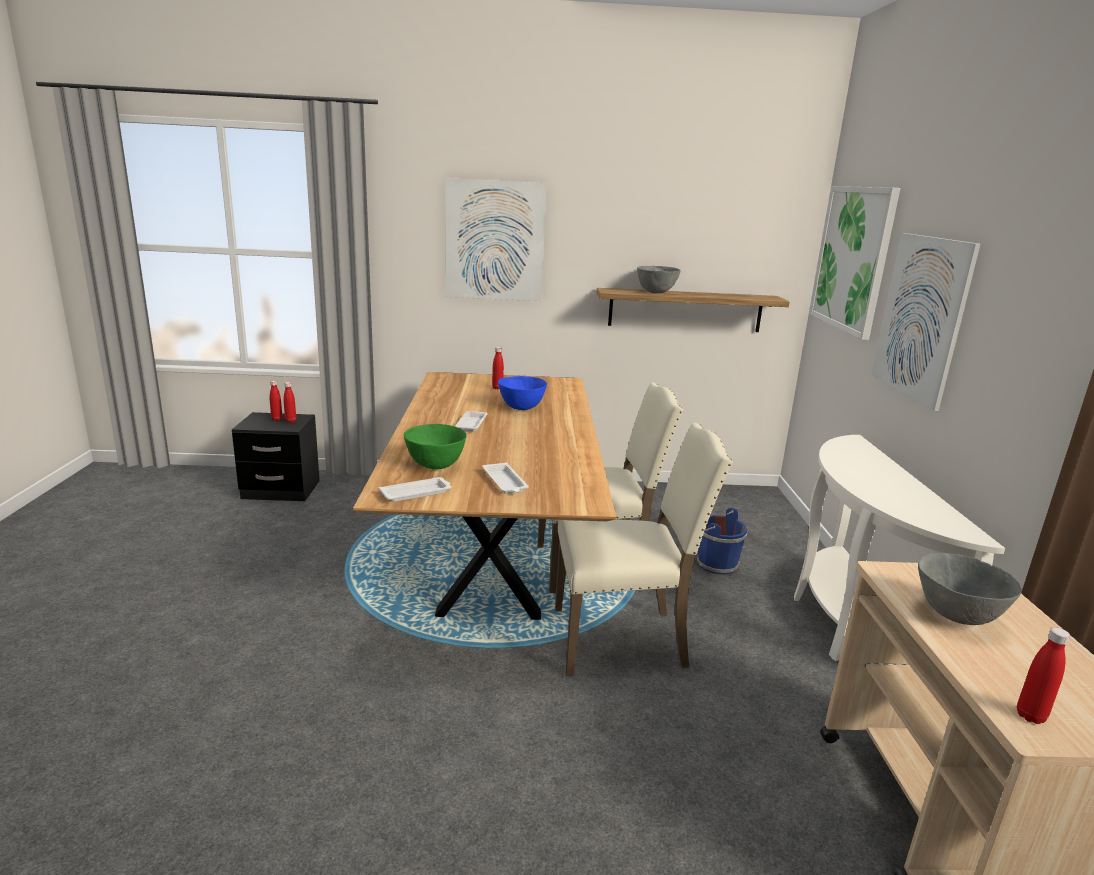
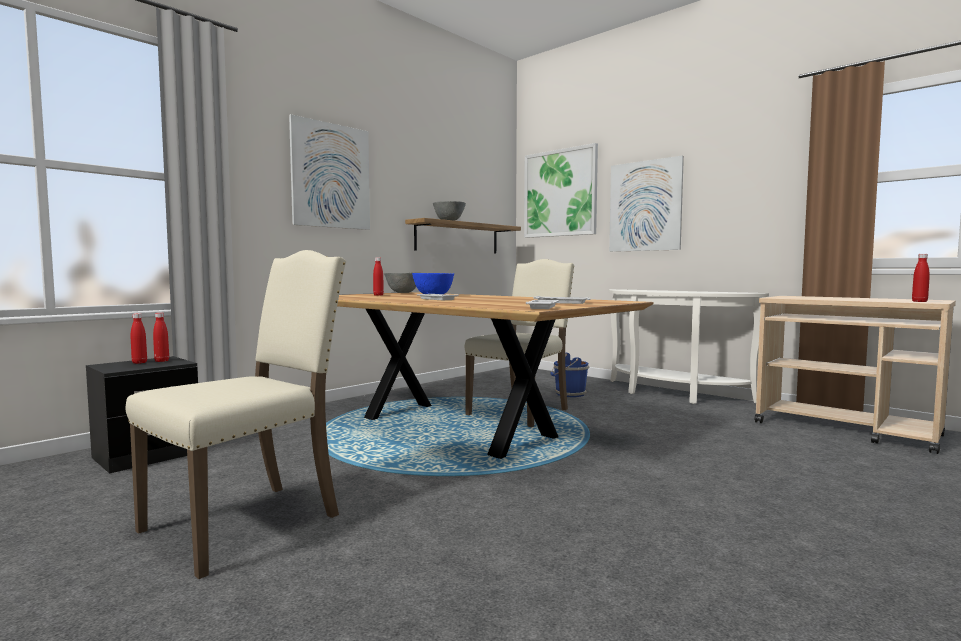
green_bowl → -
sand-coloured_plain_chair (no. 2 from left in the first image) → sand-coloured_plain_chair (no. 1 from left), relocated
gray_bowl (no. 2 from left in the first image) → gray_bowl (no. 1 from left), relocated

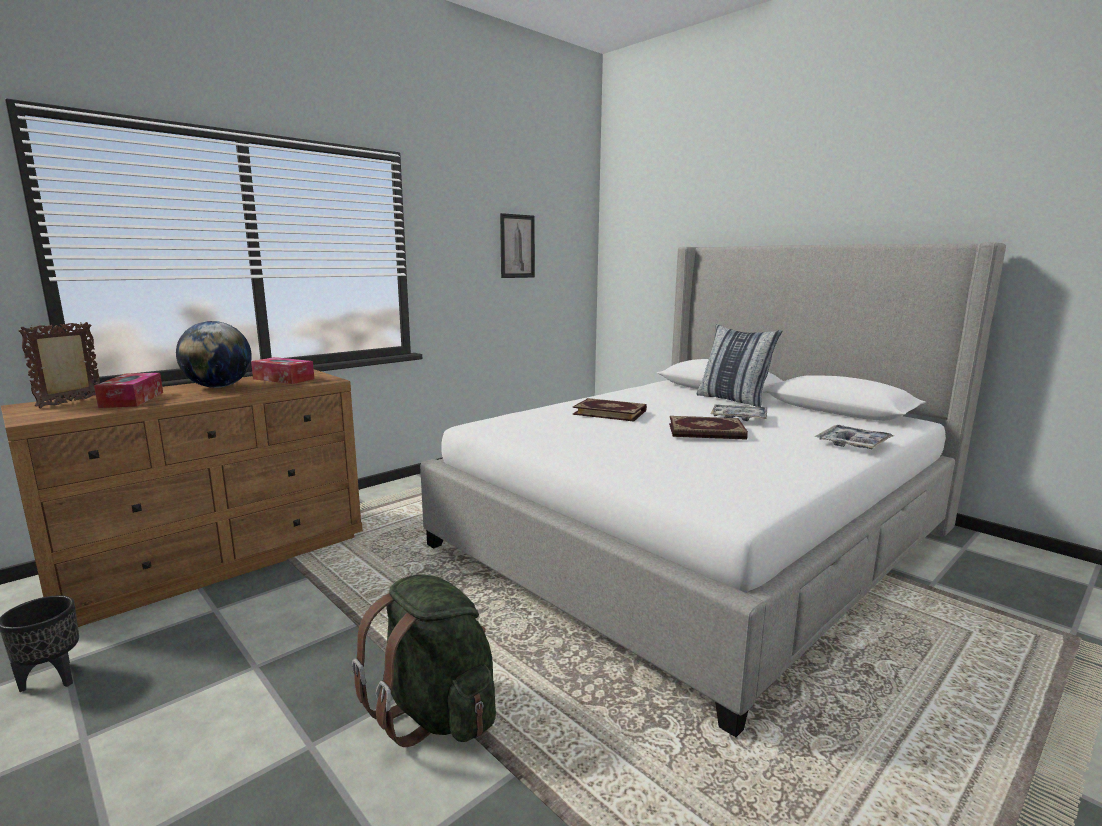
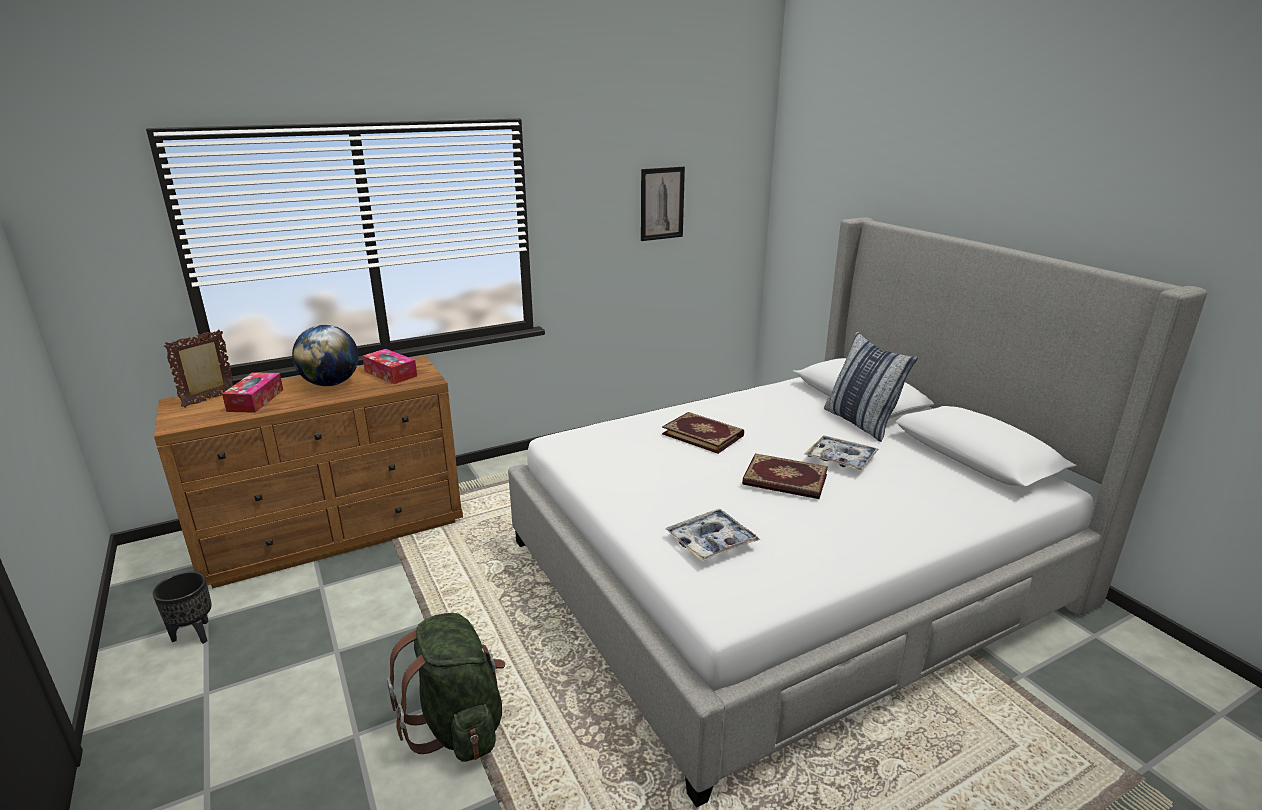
carrying_tray (no. 2 from left in the first image) → carrying_tray (no. 1 from left), relocated

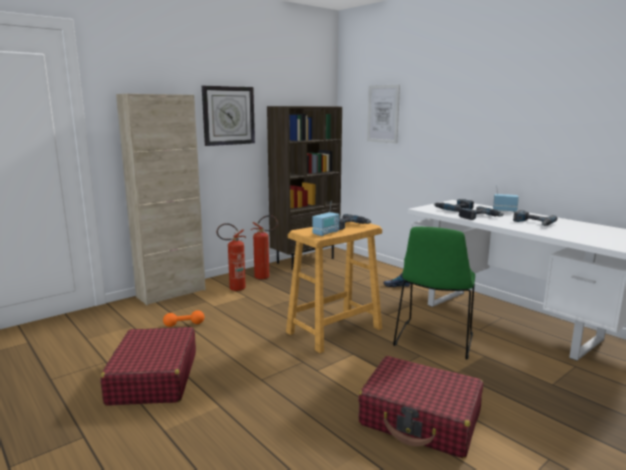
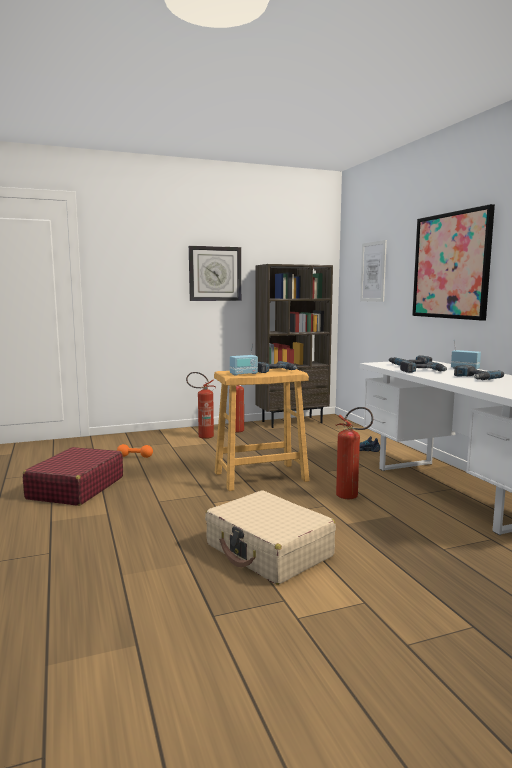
sand-coloured_cupboard → -
red-coloured_piece_of_luggage (no. 2 from left) → sand-coloured_piece_of_luggage
green_plain_chair → extinguisher (no. 3 from left)
- → picture (no. 2 from left)

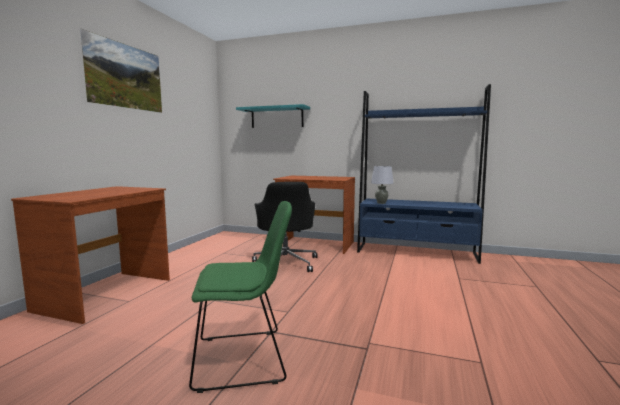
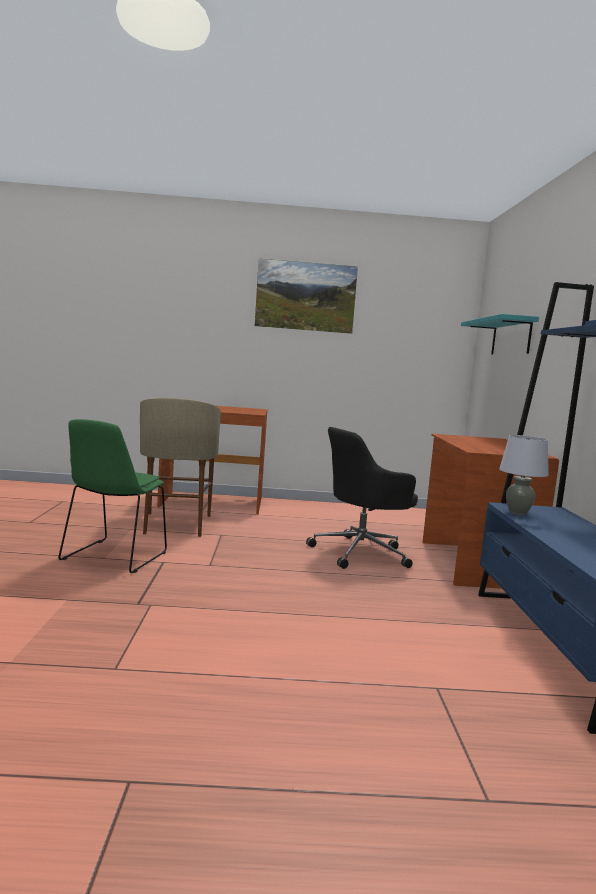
green_plain_chair, 45 degrees clockwise
- → sand-coloured_sitting_stool

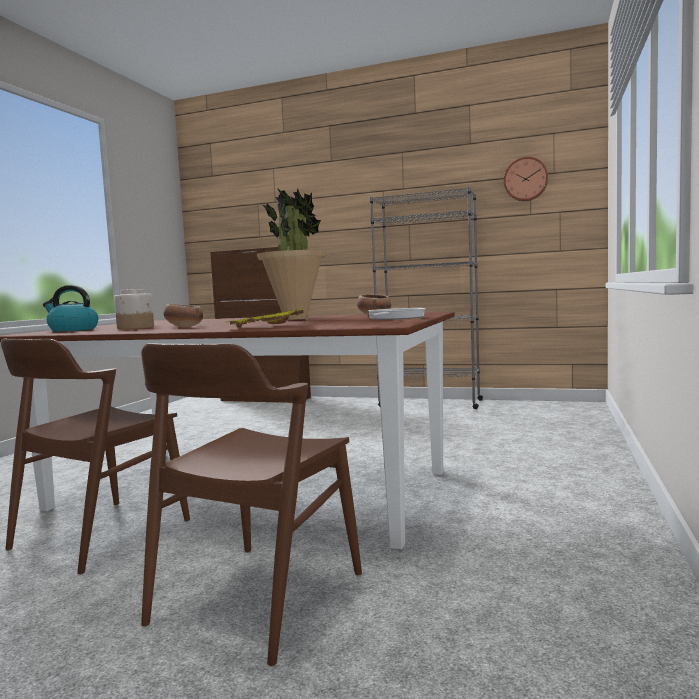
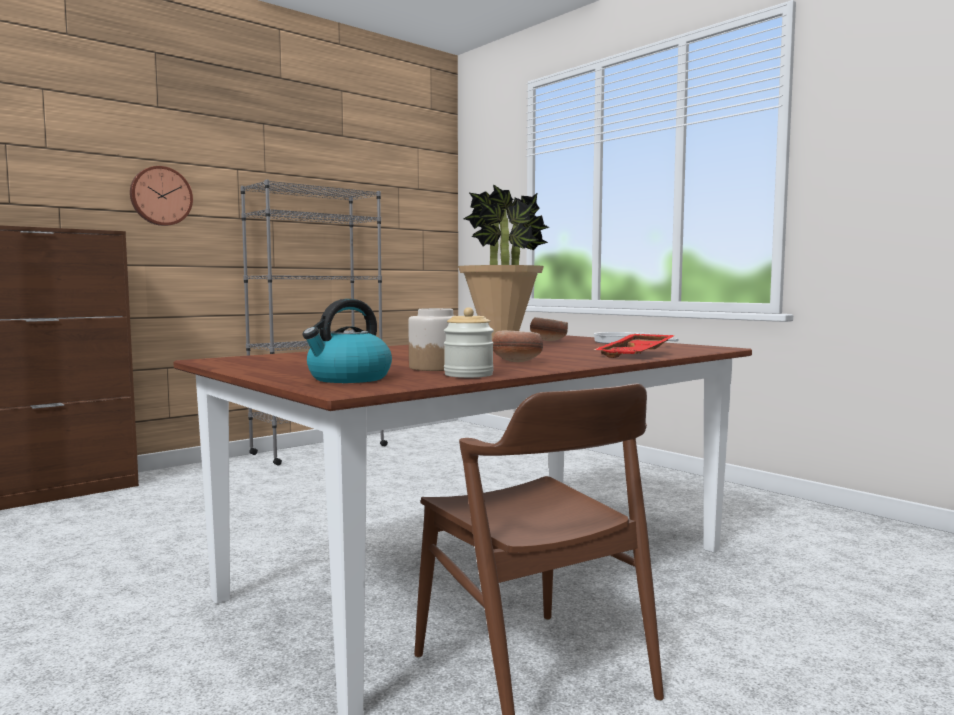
brown_plain_chair (no. 2 from left) → -
yellow-coloured_carrying_tray → red-coloured_carrying_tray
hanging_clock, relocated
- → storage_jar (no. 2 from left)

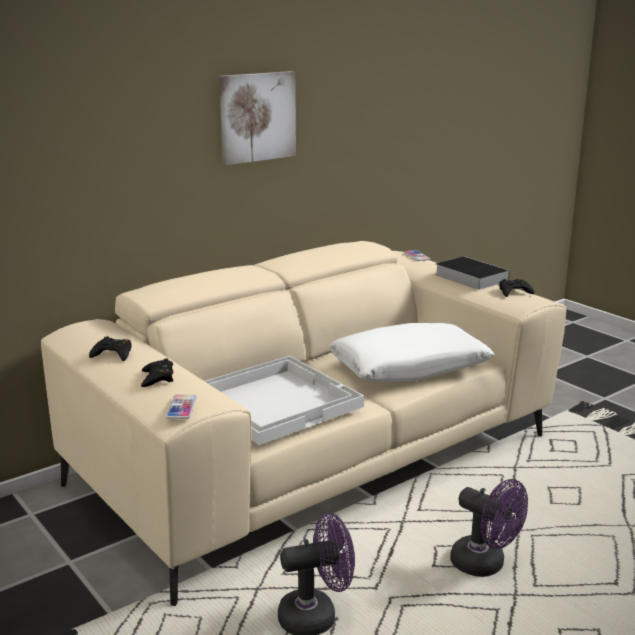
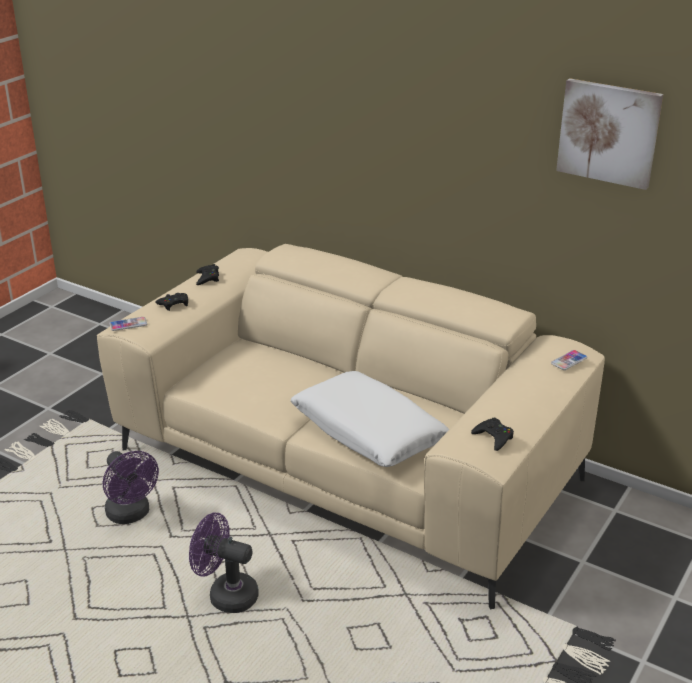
white-coloured_carrying_tray → -
picture, relocated
book → -
purple_cooling_fan (no. 2 from left), 90 degrees clockwise

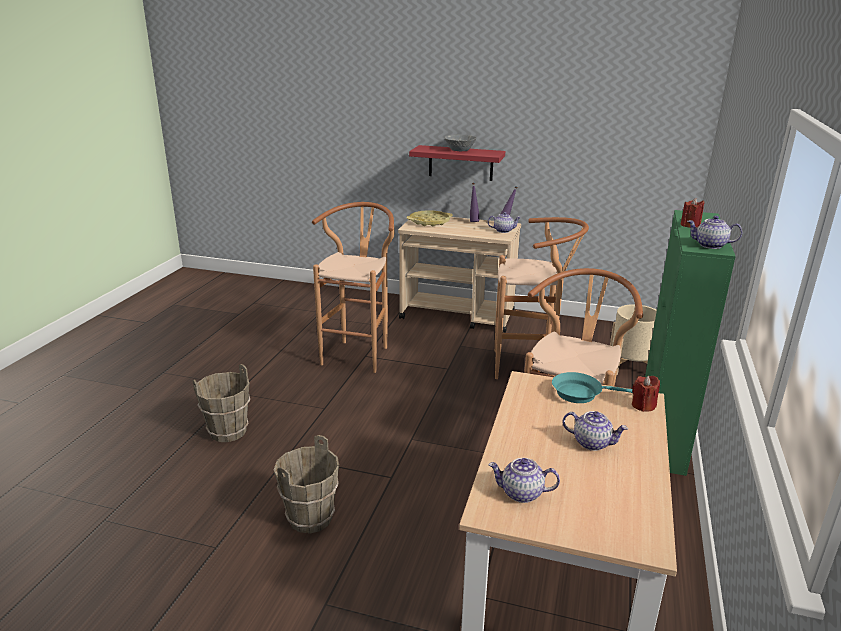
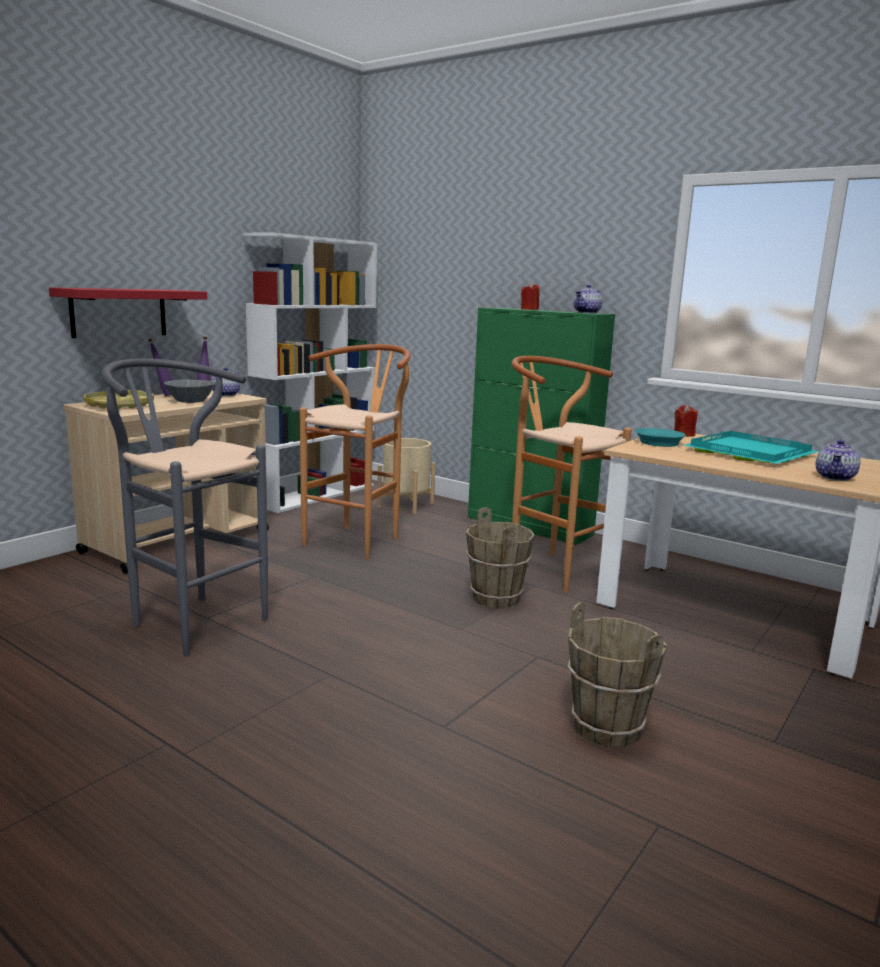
brown_bucket (no. 1 from left), relocated
brown_sitting_stool (no. 1 from left) → gray_sitting_stool
gray_bowl, relocated
tea_pot (no. 3 from left) → turquoise-coloured_carrying_tray
- → white-coloured_bookcase

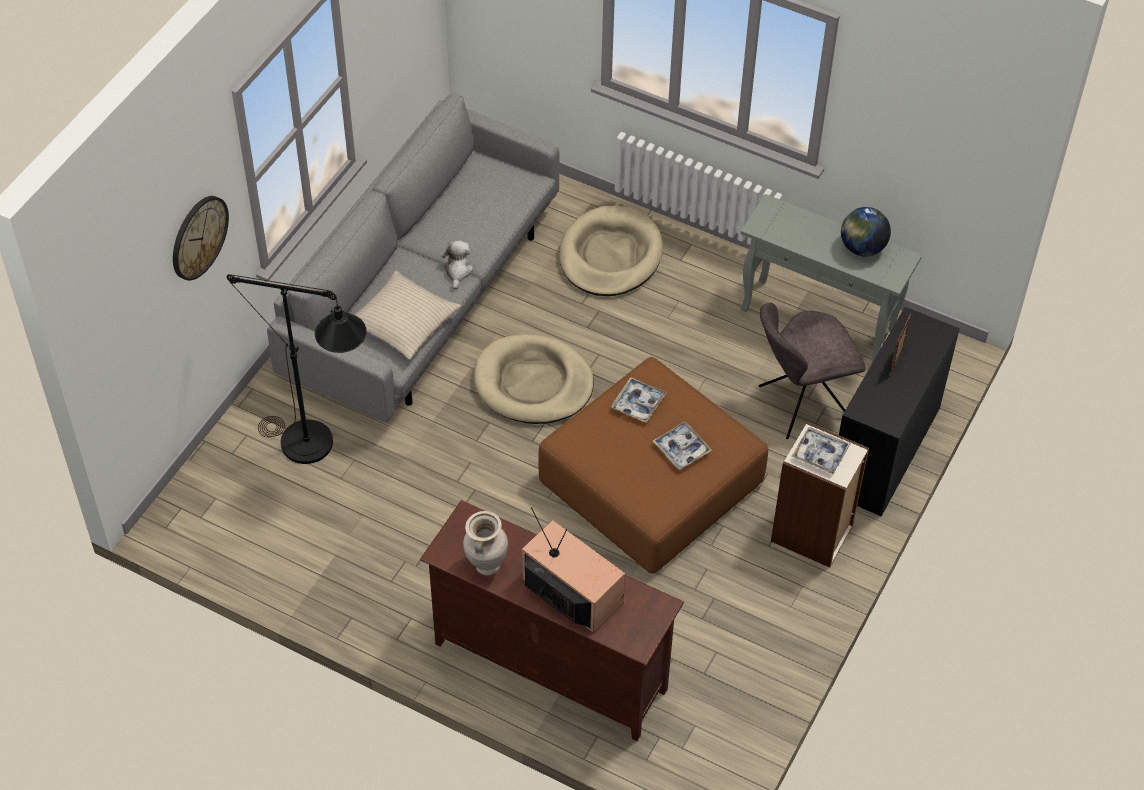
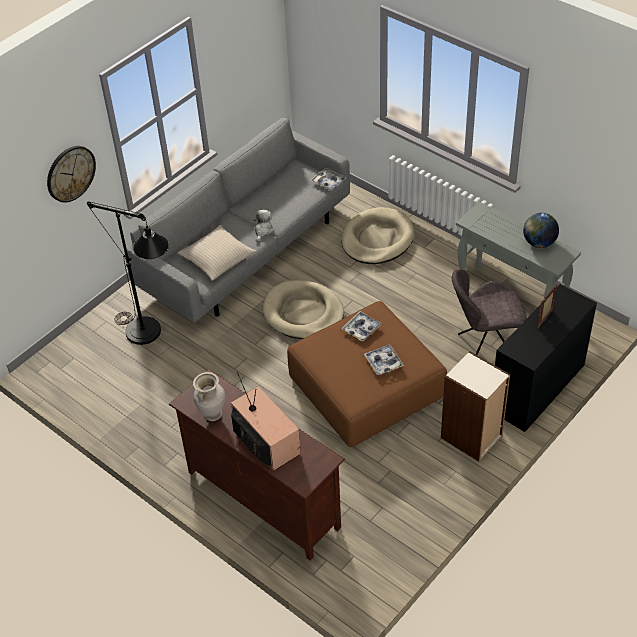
carrying_tray (no. 3 from left in the first image) → carrying_tray (no. 1 from left), relocated

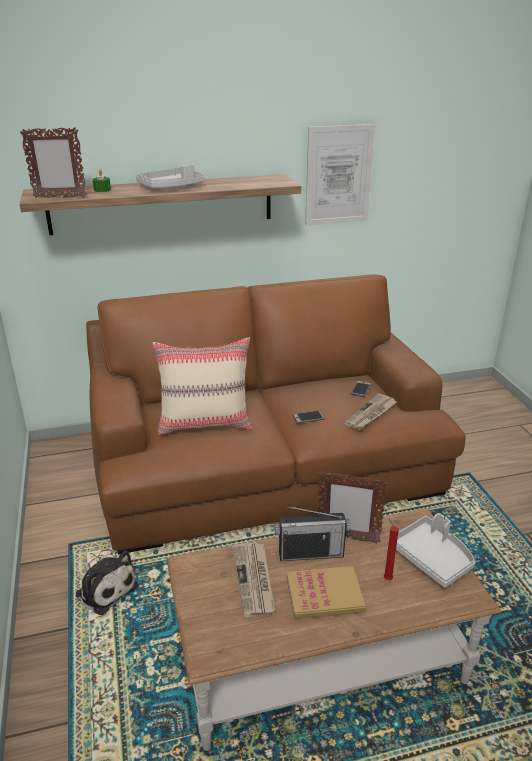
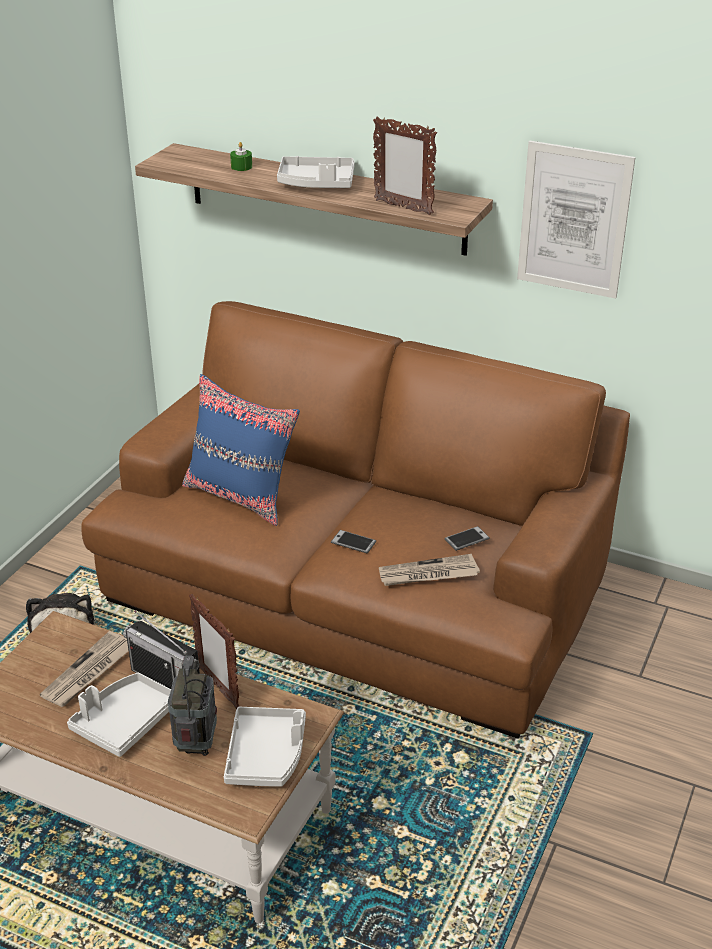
picture_frame (no. 1 from left in the first image) → picture_frame (no. 2 from left), relocated
sand-coloured_cushion → blue-coloured_cushion
book → gray_carrying_tray (no. 1 from left)
red-coloured_candle → radio (no. 2 from left)

